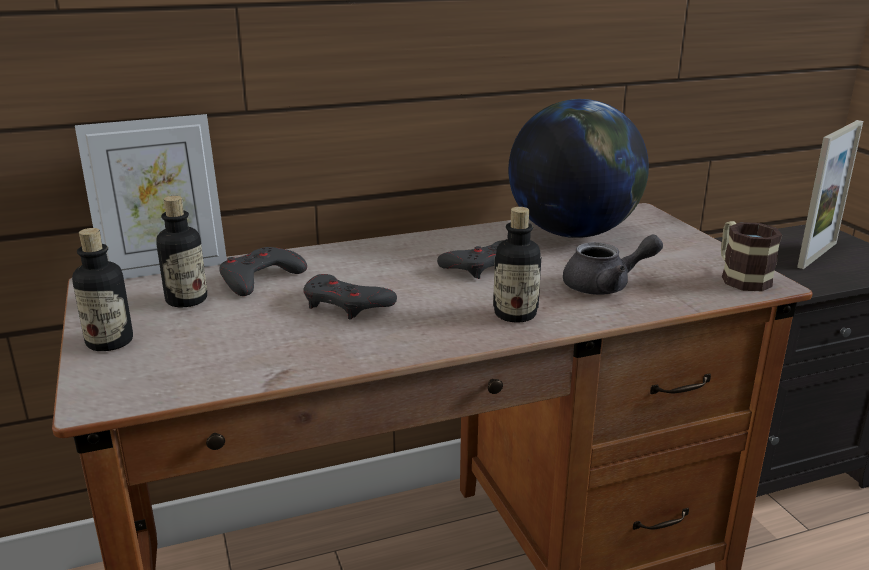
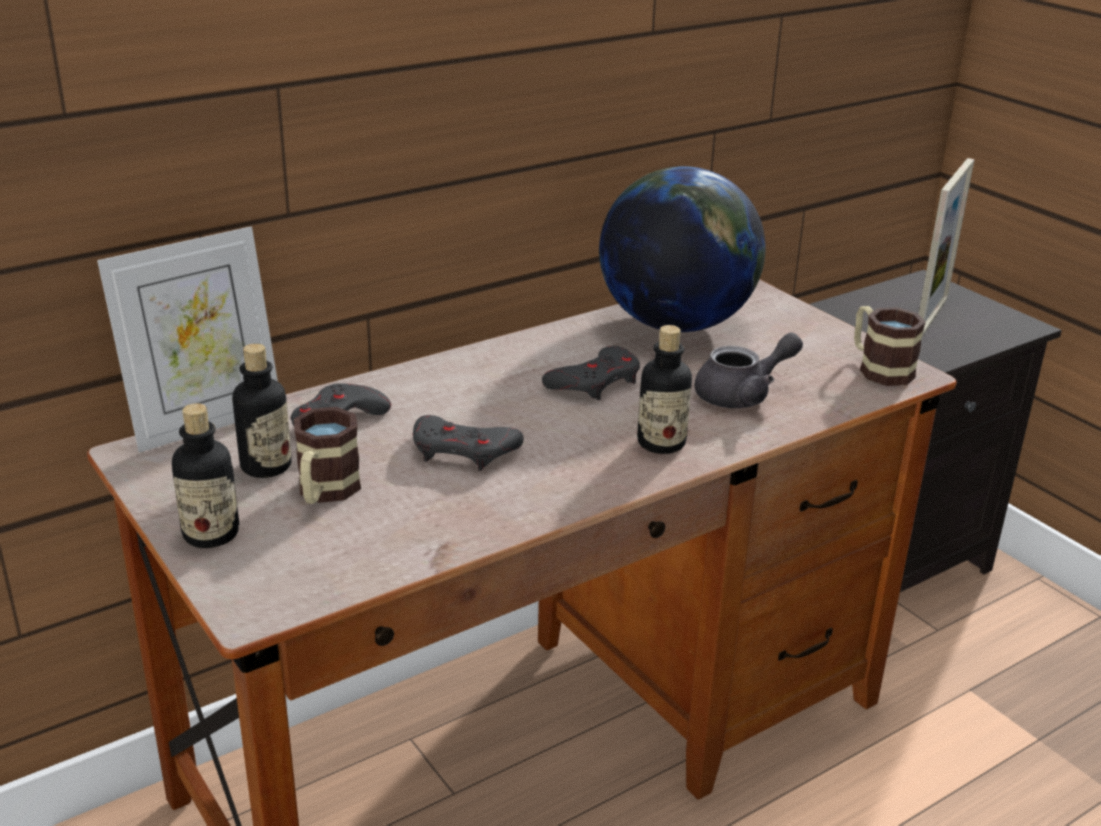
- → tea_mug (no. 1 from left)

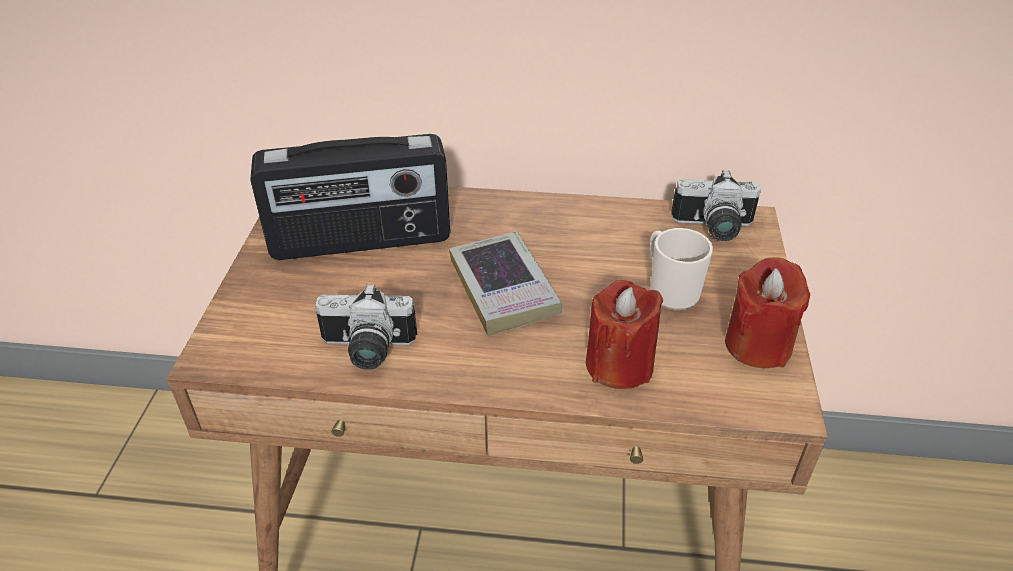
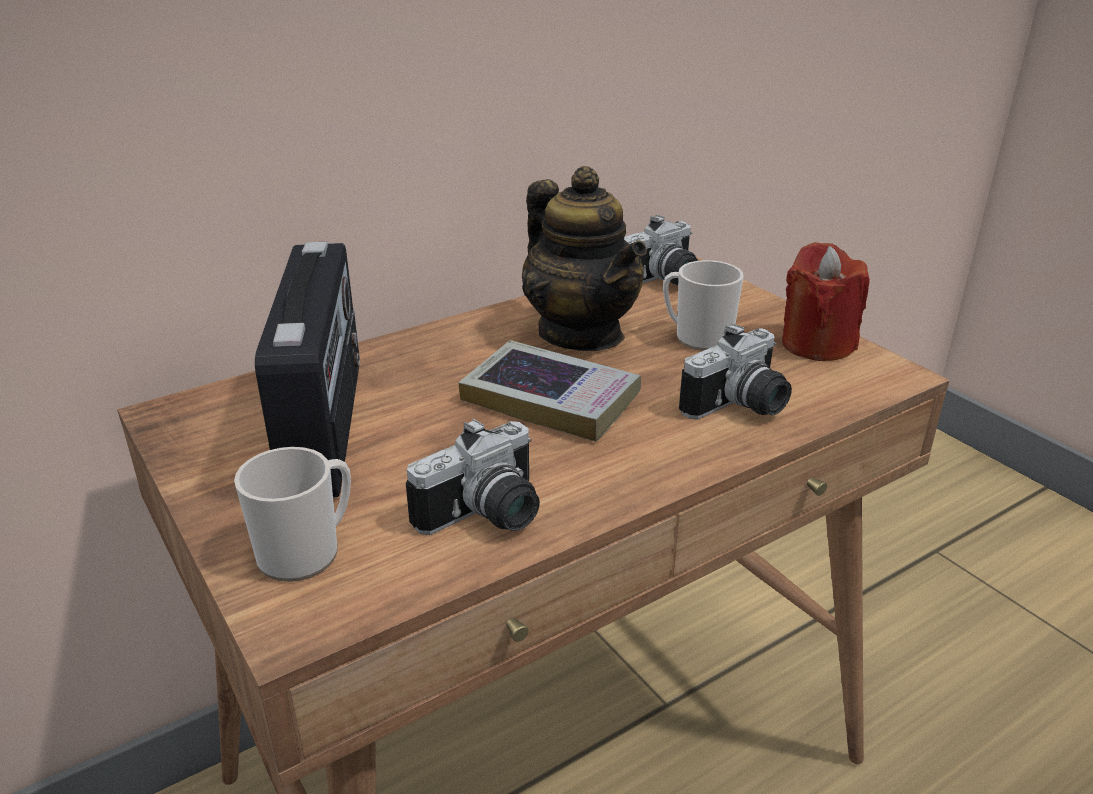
radio, 45 degrees counterclockwise
red-coloured_candle (no. 1 from left) → photo_camera (no. 3 from left)
- → tea_mug (no. 1 from left)
- → tea_pot

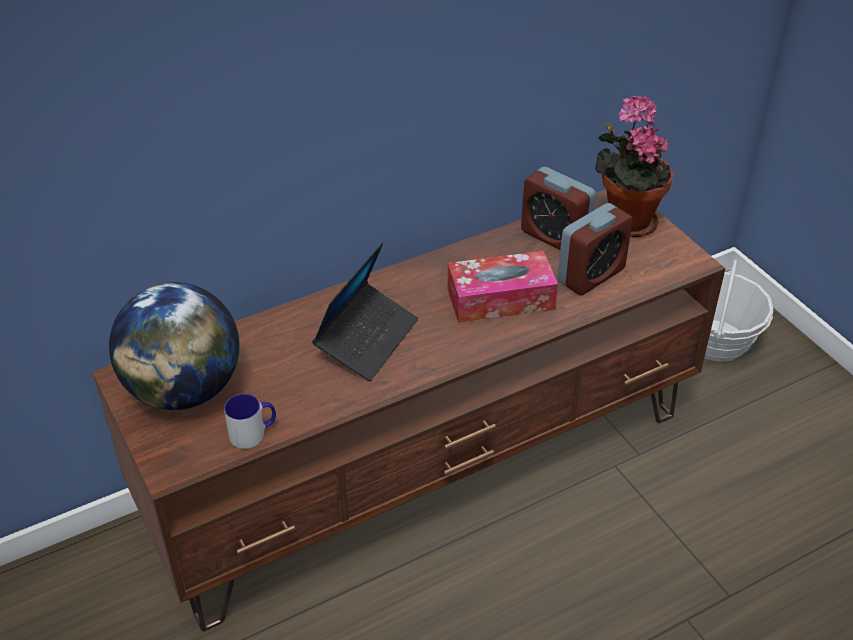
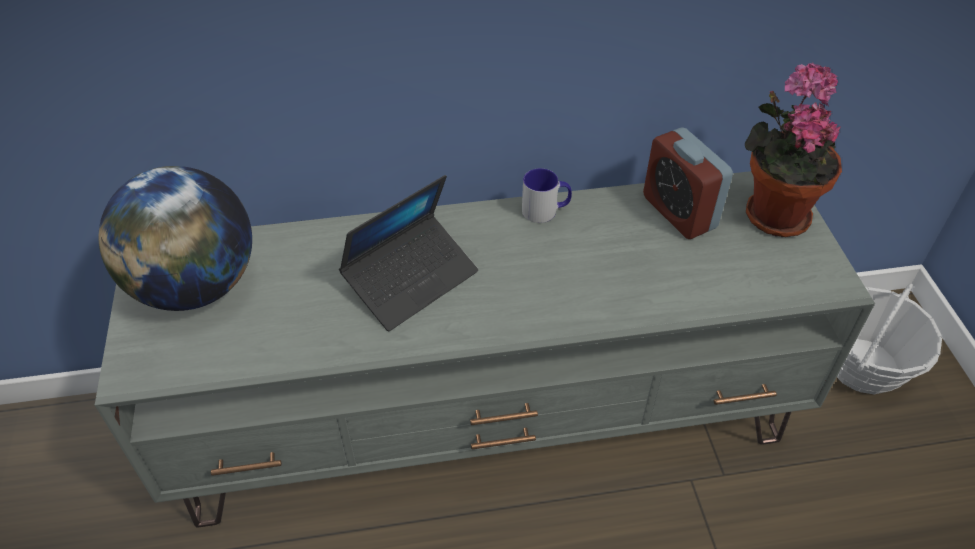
brown_tv_stand → gray_tv_stand
tea_mug, relocated
tissue_box → -
alarm_clock (no. 2 from left) → -

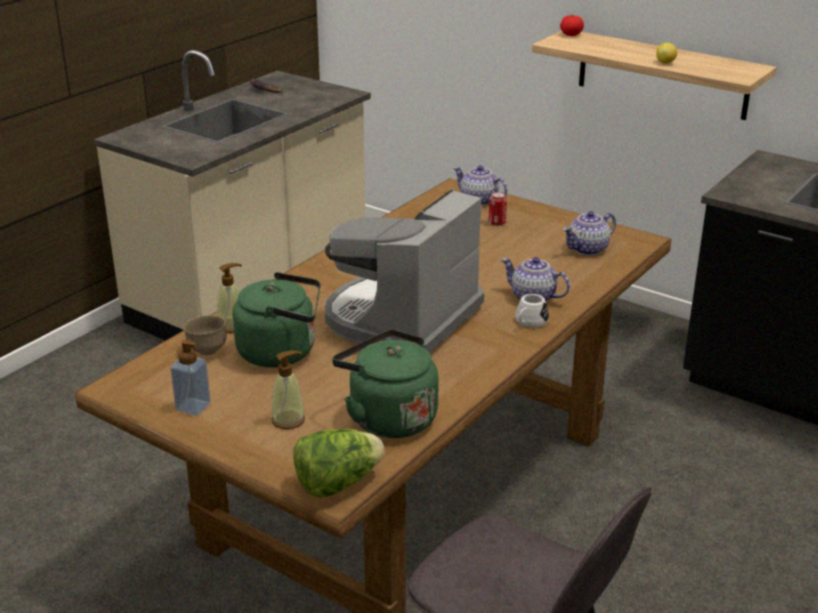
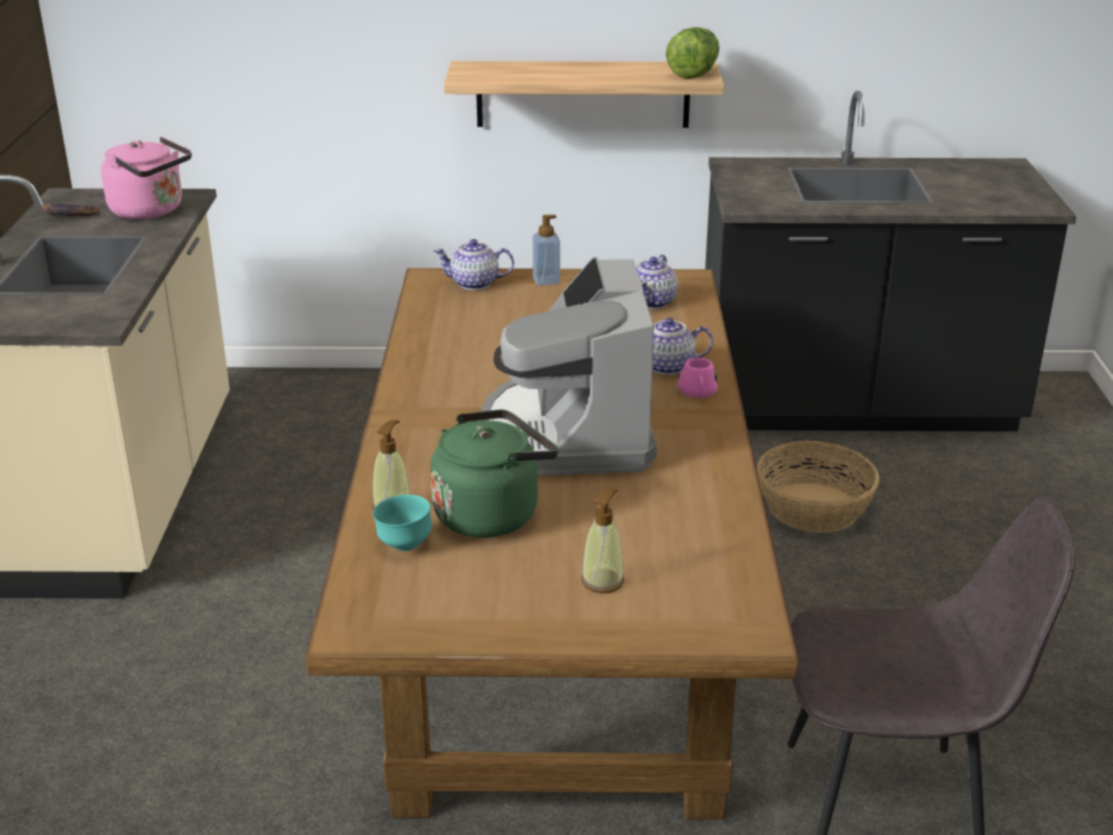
liquid_soap_bottle (no. 1 from left in the first image) → liquid_soap_bottle (no. 2 from left), relocated
brown_bowl → turquoise-coloured_bowl
head_of_lettuce, relocated
green_tea_kettle (no. 2 from left) → -
sealed_can → -
white-coloured_tea_mug → pinkish_tea_mug
tomato → -
citrus_fruit → -
- → pinkish_tea_kettle
- → storage_basket

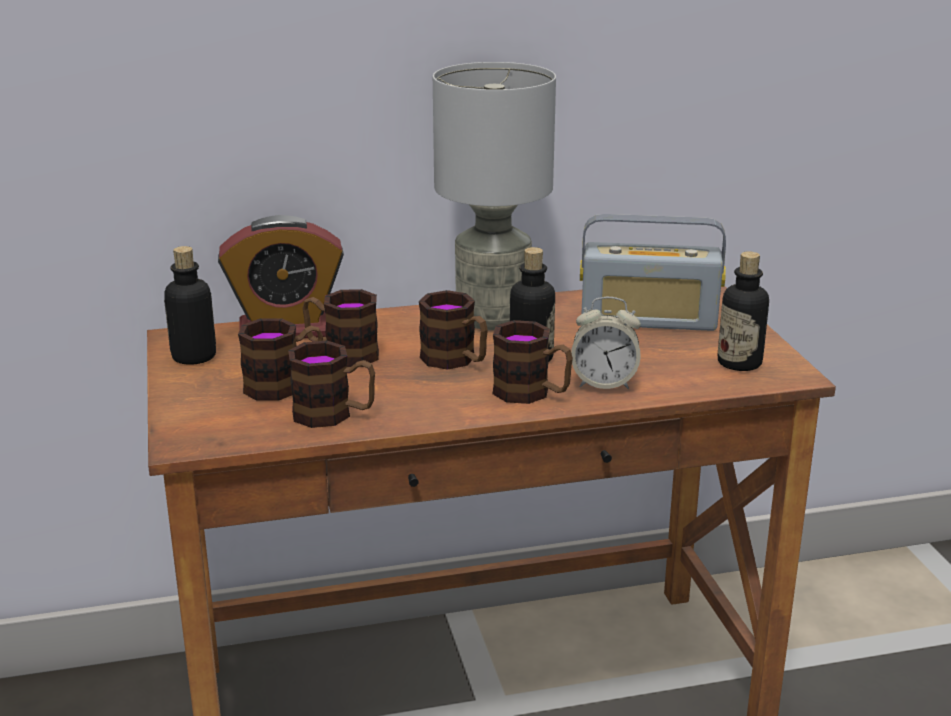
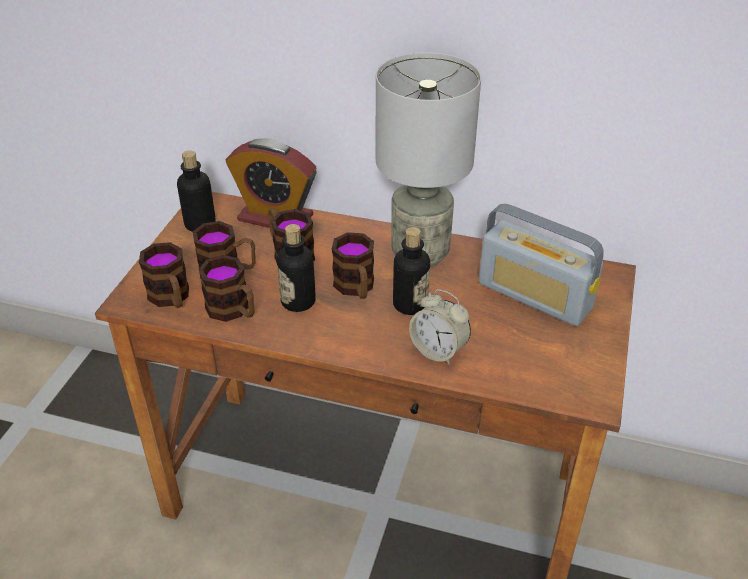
tea_mug (no. 5 from left in the first image) → tea_mug (no. 1 from left), relocated
beverage_bottle (no. 3 from left in the first image) → beverage_bottle (no. 2 from left), relocated

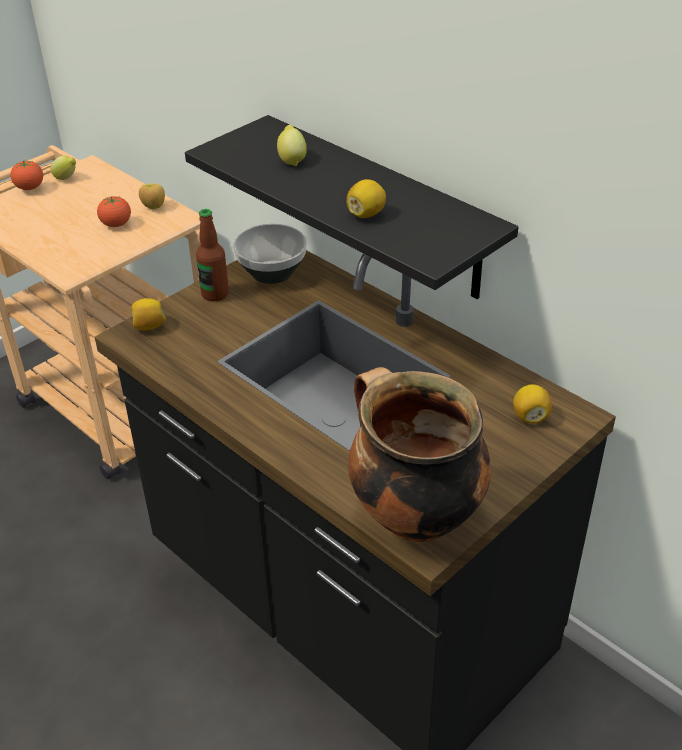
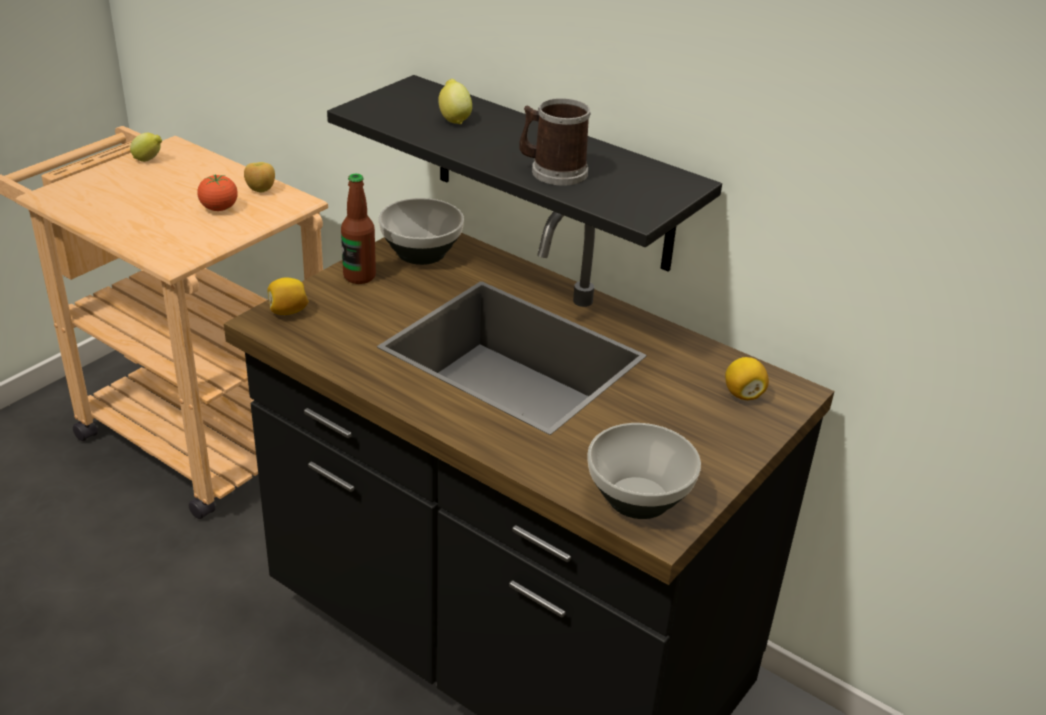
tomato (no. 1 from left) → -
citrus_fruit (no. 4 from left) → tea_mug
saucepot → bowl (no. 2 from left)

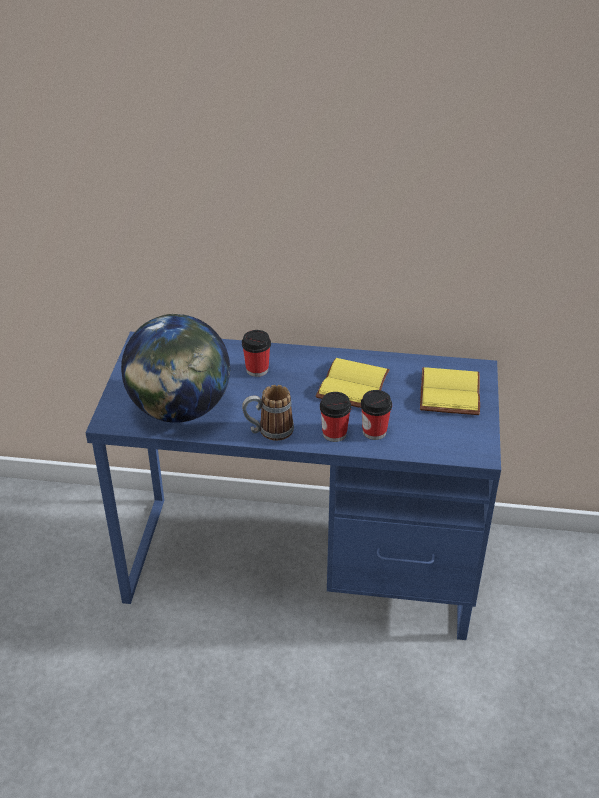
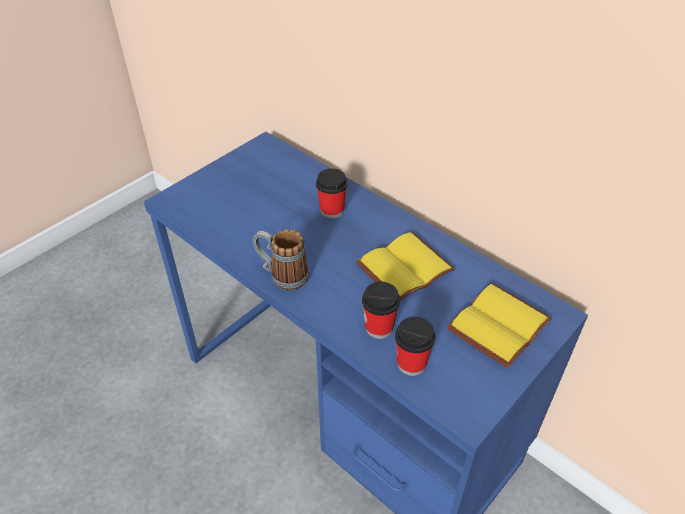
world_globe → -
cup (no. 2 from left in the first image) → cup (no. 3 from left), relocated

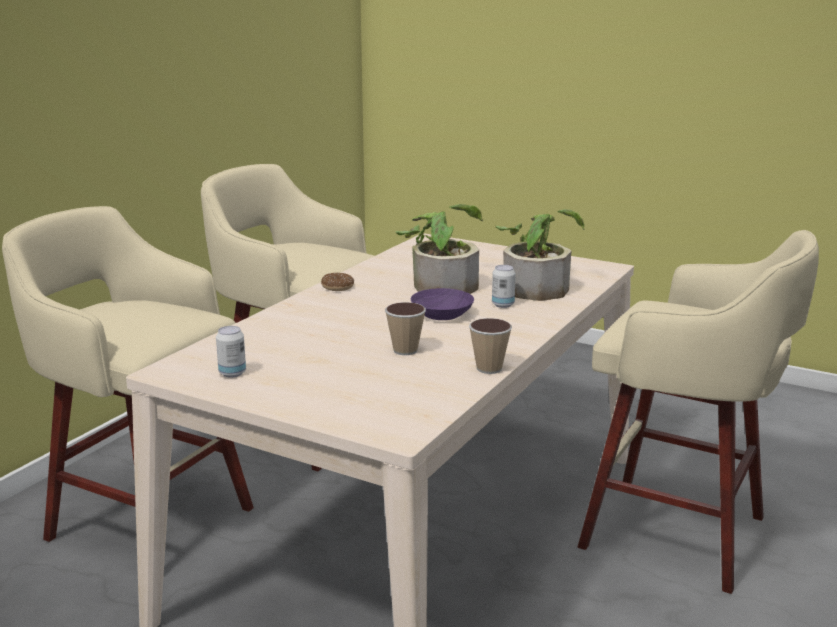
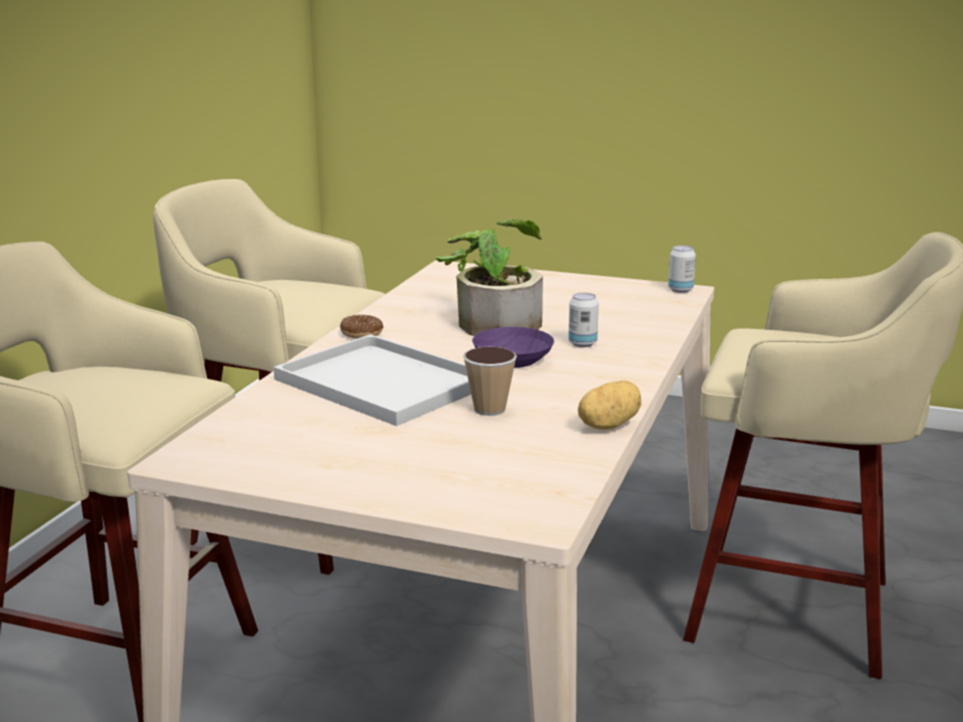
sealed_can (no. 1 from left in the first image) → sealed_can (no. 2 from left), relocated
cup (no. 2 from left) → spud
plant_in_a_pot (no. 2 from left) → -
- → white-coloured_carrying_tray

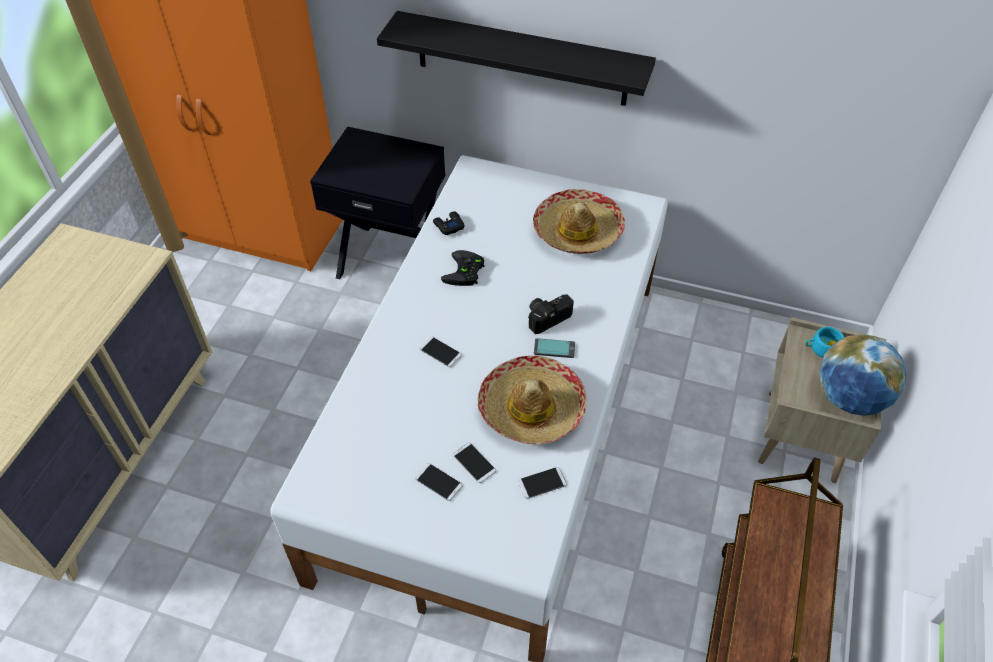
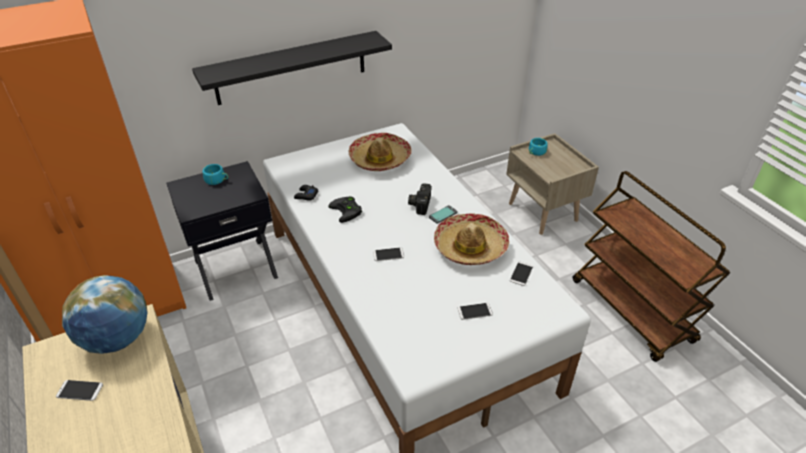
telephone (no. 3 from left in the first image) → telephone (no. 1 from left), relocated
world_globe, relocated
- → turquoise-coloured_cup (no. 1 from left)

